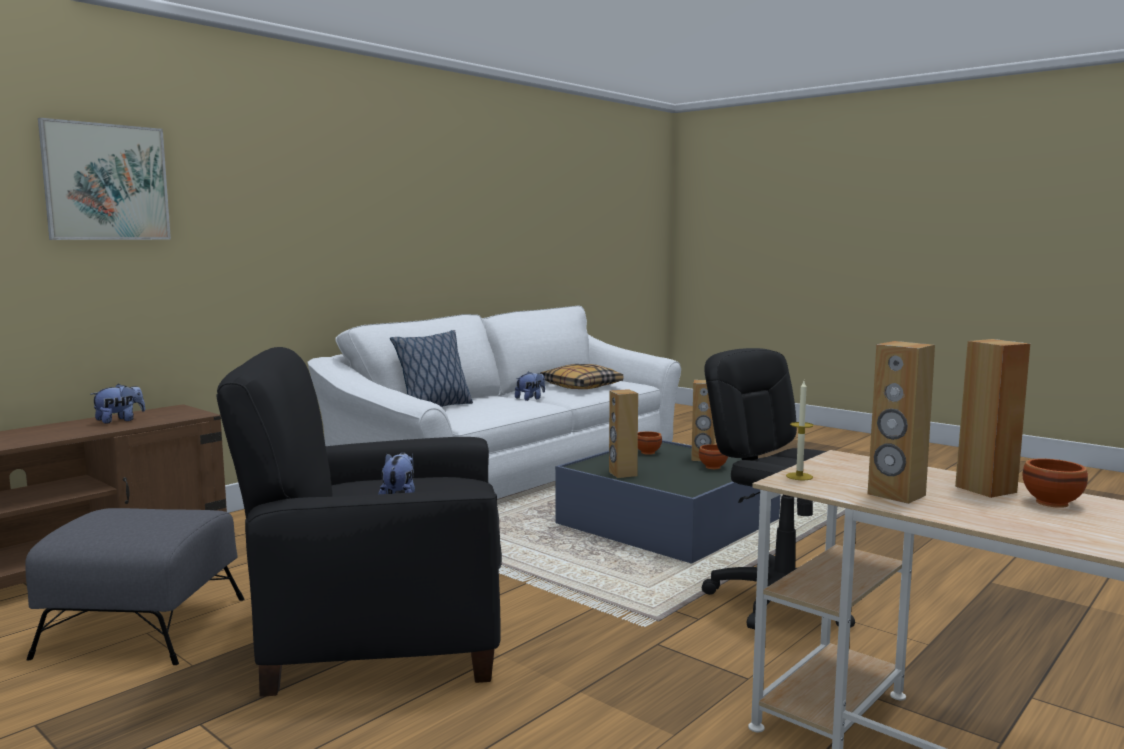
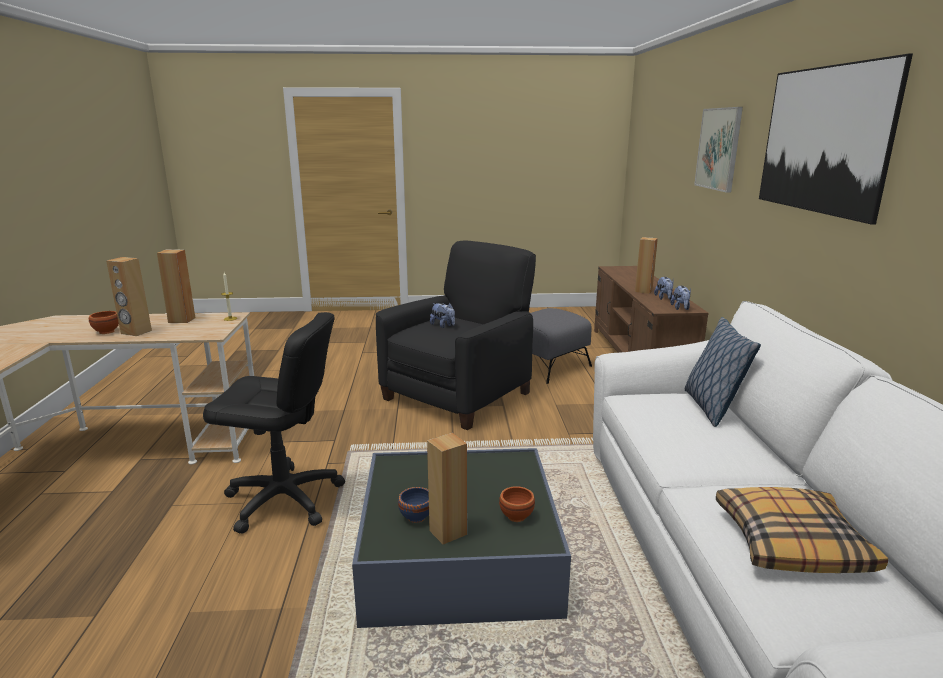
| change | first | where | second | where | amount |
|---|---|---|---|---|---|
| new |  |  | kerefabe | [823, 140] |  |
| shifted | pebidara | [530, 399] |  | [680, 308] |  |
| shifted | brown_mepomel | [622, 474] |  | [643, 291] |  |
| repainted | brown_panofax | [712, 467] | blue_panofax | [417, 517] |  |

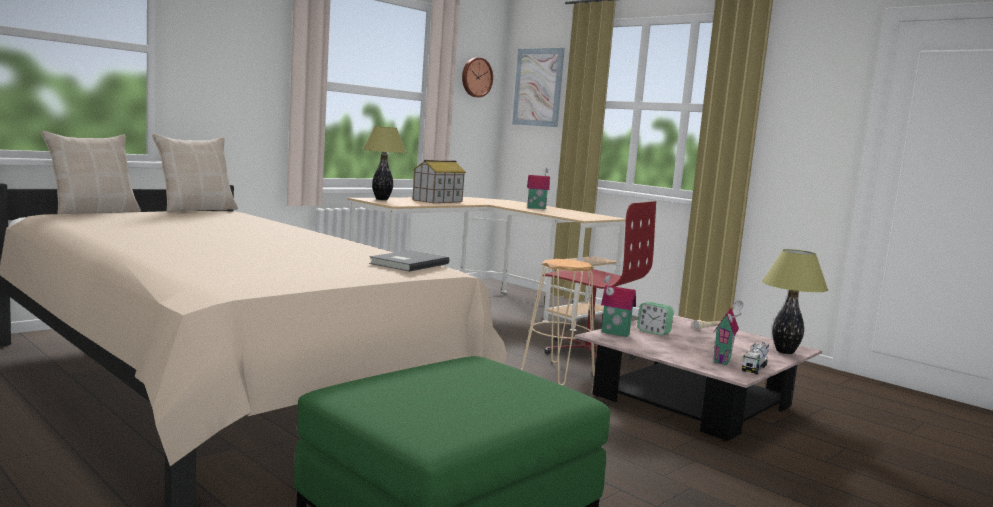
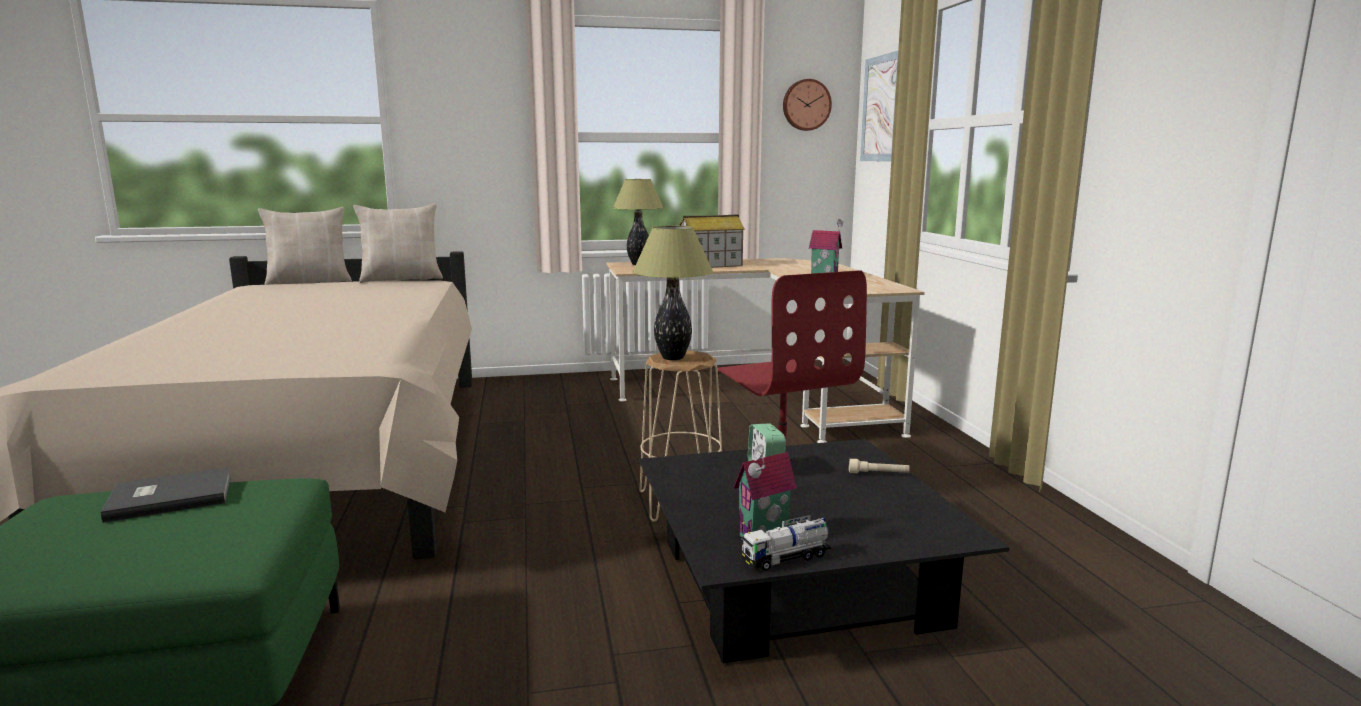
| change | first | where | second | where | amount |
|---|---|---|---|---|---|
| gone | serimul | [614, 333] |  |  |  |
| shifted | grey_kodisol | [407, 263] |  | [169, 497] |  |
| shifted | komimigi | [784, 351] |  | [673, 358] |  |
| repainted | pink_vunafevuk | [693, 401] | black_vunafevuk | [799, 583] |  |

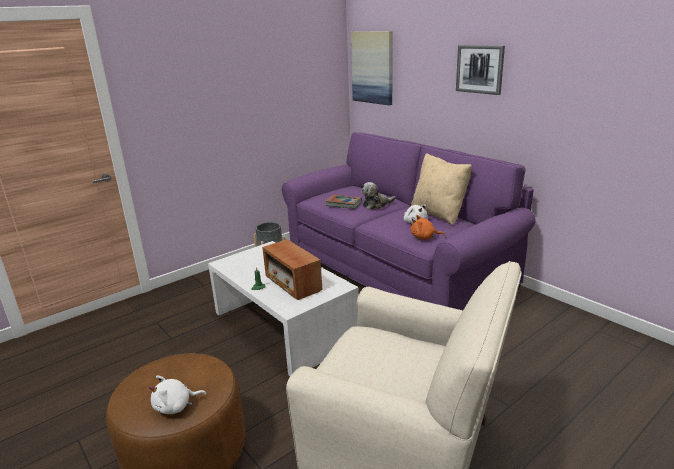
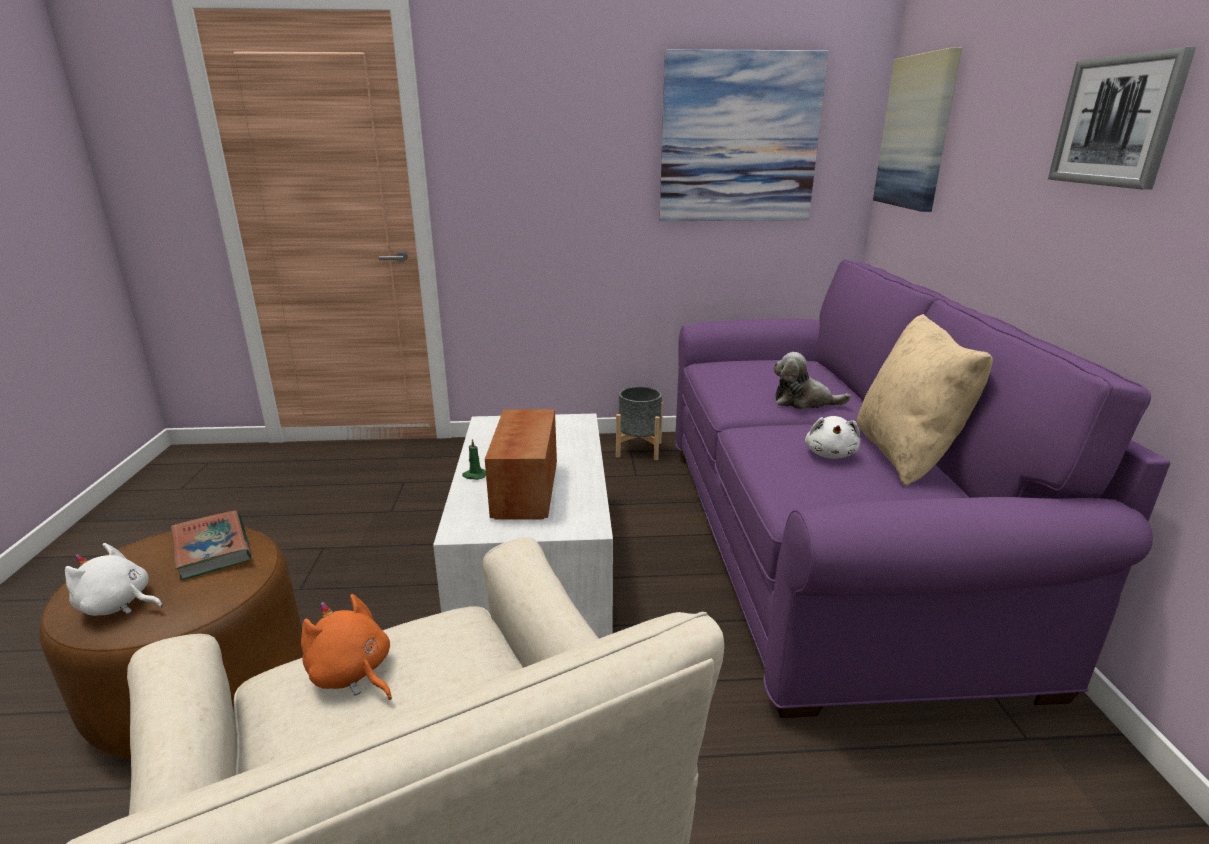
| change | first | where | second | where | amount |
|---|---|---|---|---|---|
| new |  |  | kerefabe | [739, 139] |  |
| shifted | kodisol | [343, 204] |  | [212, 549] |  |
| shifted | orange_pebidara | [424, 237] |  | [352, 674] |  |

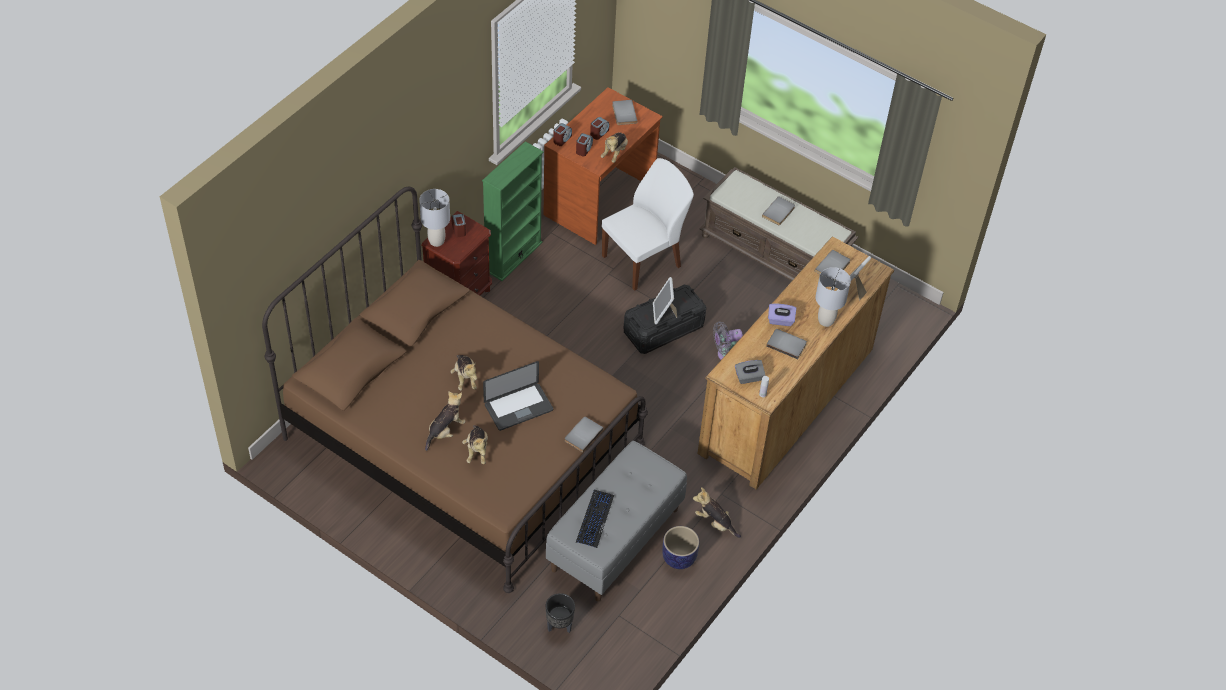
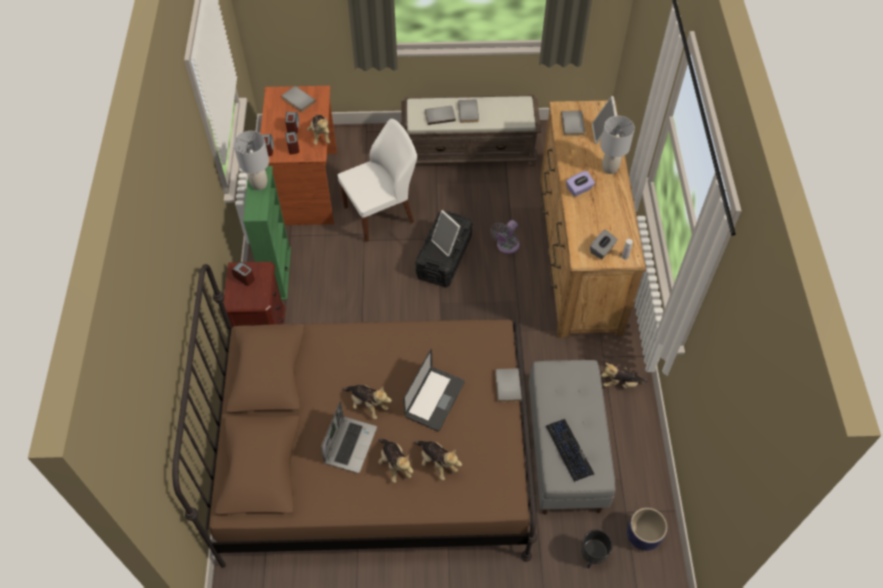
| change | first | where | second | where | amount |
|---|---|---|---|---|---|
| new |  |  | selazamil | [350, 444] |  |
| shifted | grey_komimigi | [436, 241] |  | [259, 184] |  |
| shifted | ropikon | [678, 557] |  | [642, 536] |  |
| shifted | grey_kodisol | [787, 344] |  | [439, 115] |  |
| rotated | pebidara | [445, 431] |  | [394, 464] | 150 degrees clockwise |
| rotated | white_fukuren | [643, 260] |  | [380, 213] | 45 degrees clockwise |

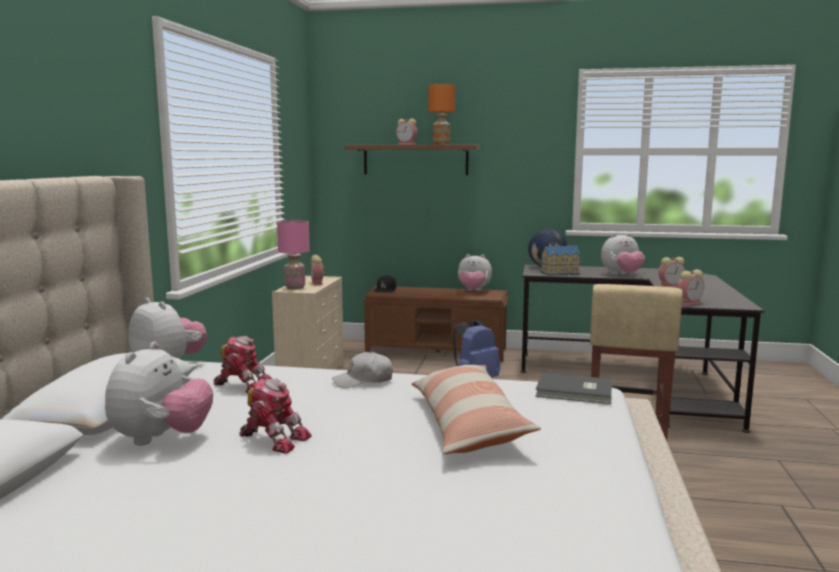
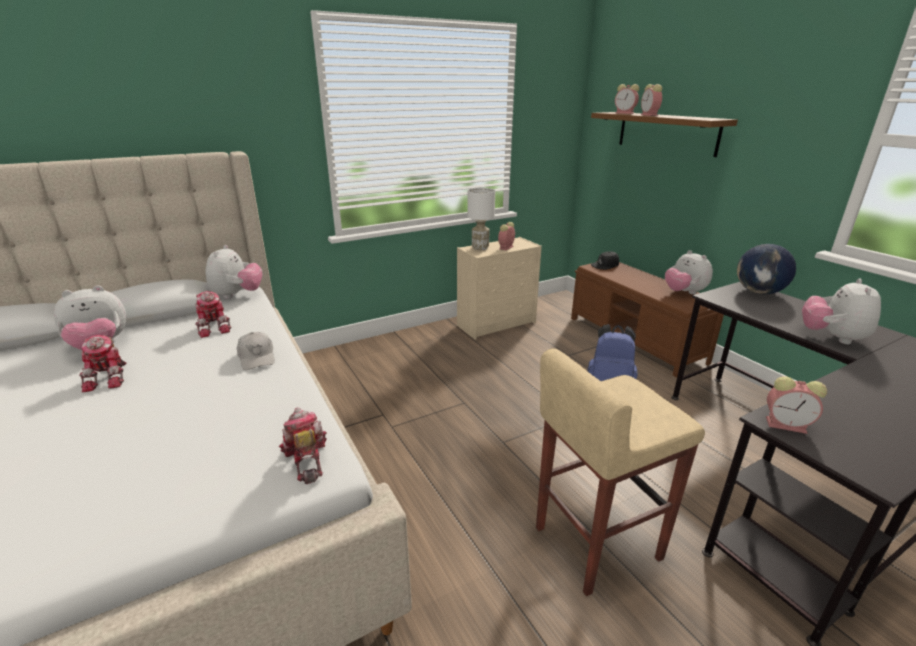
| change | first | where | second | where | amount |
|---|---|---|---|---|---|
| gone | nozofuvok | [467, 424] |  |  |  |
| gone | orange_komimigi | [441, 144] |  |  |  |
| gone | serimul | [561, 273] |  |  |  |
| shifted | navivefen | [671, 286] |  | [625, 113] |  |
| swapped | grey_kodisol | [575, 392] | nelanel | [306, 460] |  |
| repainted | pink_komimigi | [294, 288] | white_komimigi | [479, 248] |  |
| rotated | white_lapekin | [363, 381] |  | [257, 357] | 150 degrees counterclockwise |
| rotated | pebidara | [622, 275] |  | [832, 337] | 75 degrees clockwise |

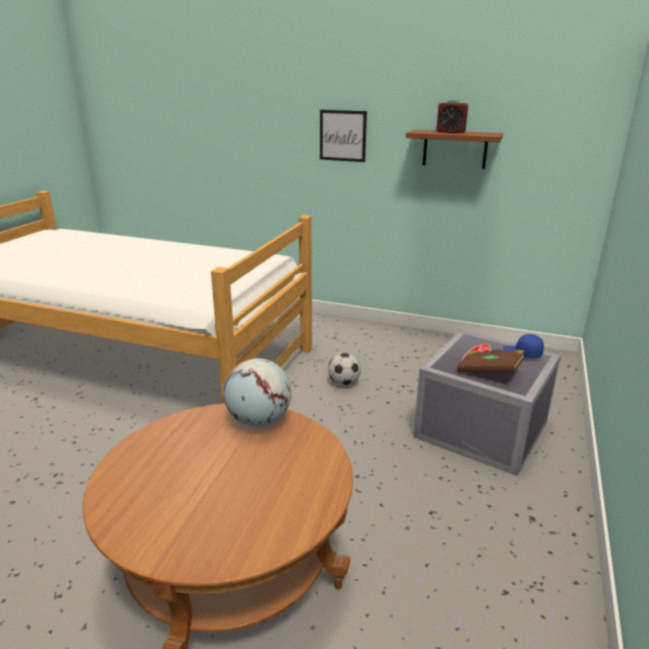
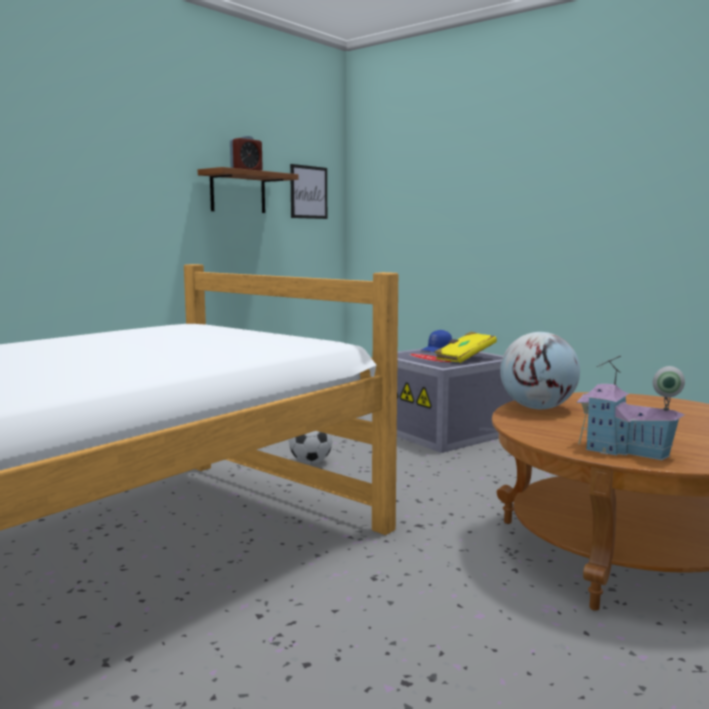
| change | first | where | second | where | amount |
|---|---|---|---|---|---|
| new |  |  | serimul | [625, 451] |  |
| shifted | kerefabe | [342, 135] |  | [308, 192] |  |
| repainted | brown_kodisol | [489, 372] | yellow_kodisol | [464, 358] |  |

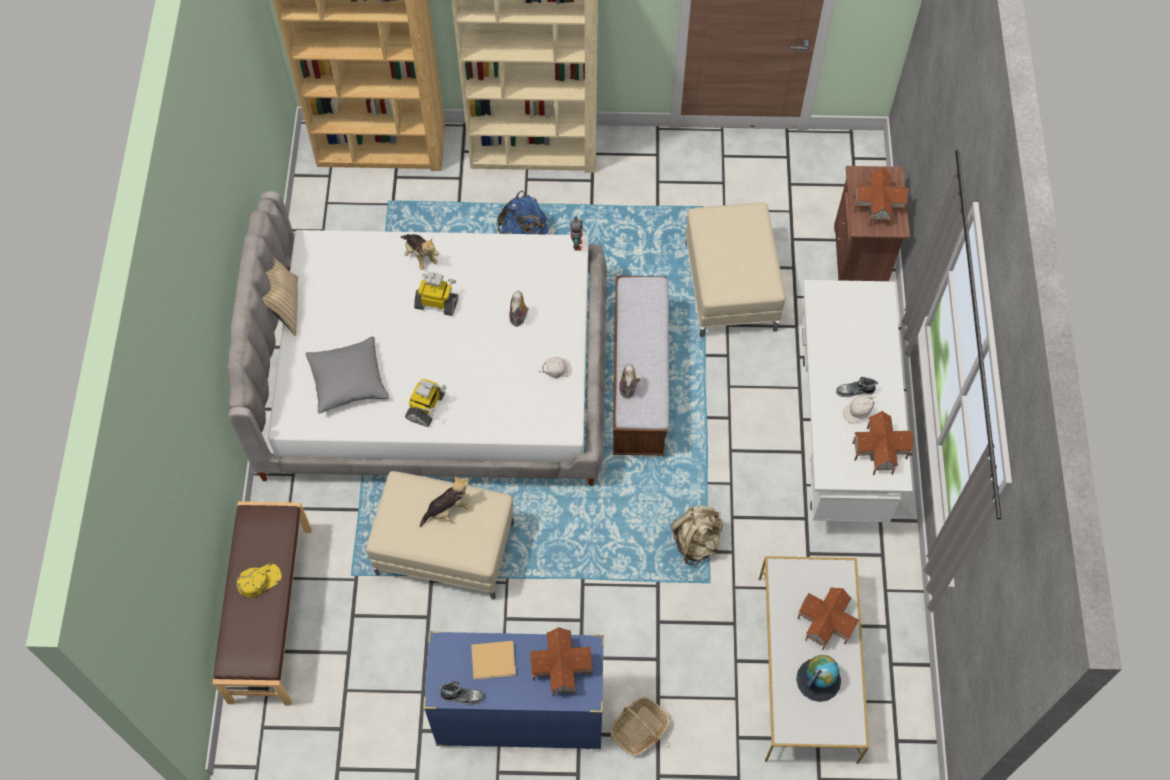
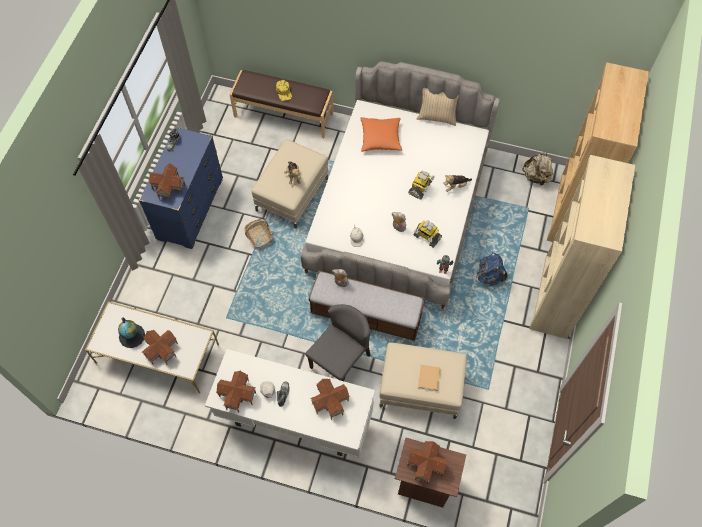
| change | first | where | second | where | amount |
|---|---|---|---|---|---|
| new |  |  | grey_fukuren | [340, 360] |  |
| new |  |  | serimul | [331, 402] |  |
| shifted | nelanel | [426, 407] |  | [426, 237] |  |
| shifted | beige_kodisol | [495, 660] |  | [428, 379] |  |
| shifted | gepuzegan | [639, 730] |  | [259, 236] |  |
| shifted | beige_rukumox | [696, 542] |  | [536, 177] |  |
| repainted | grey_nozofuvok | [348, 381] | orange_nozofuvok | [380, 138] |  |

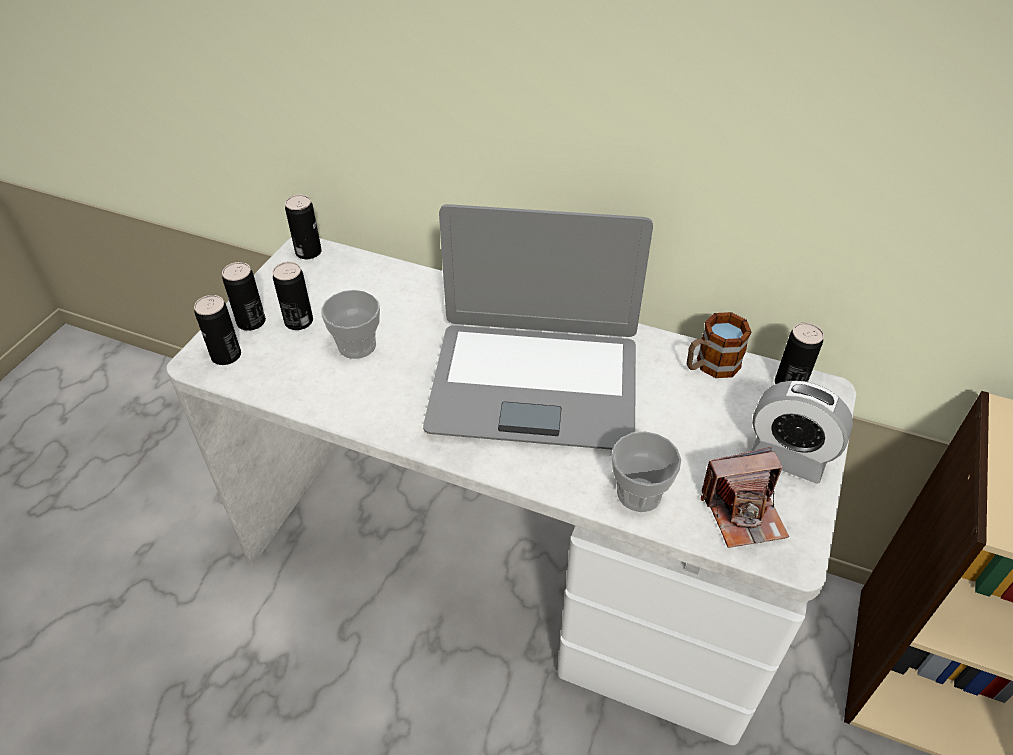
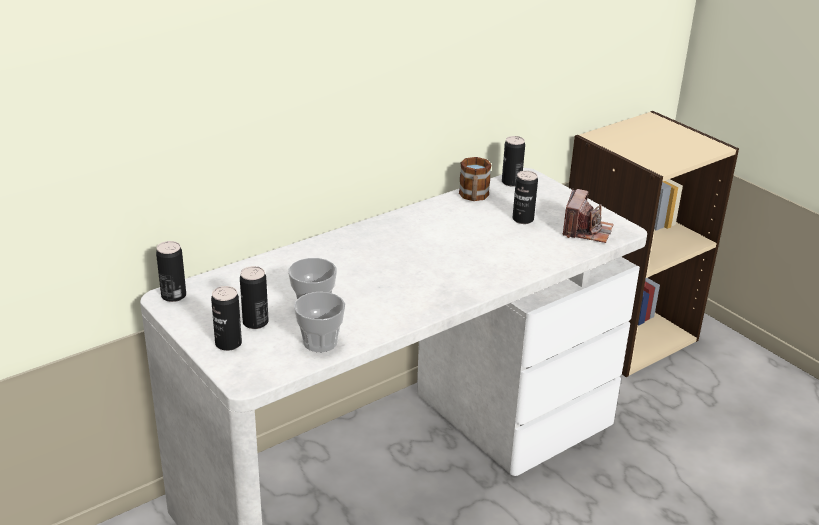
| change | first | where | second | where | amount |
|---|---|---|---|---|---|
| gone | selazamil | [534, 385] |  |  |  |
| gone | navivefen | [788, 457] |  |  |  |
| shifted | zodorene | [226, 356] |  | [523, 219] |  |
| shifted | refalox | [639, 493] |  | [320, 342] |  |

